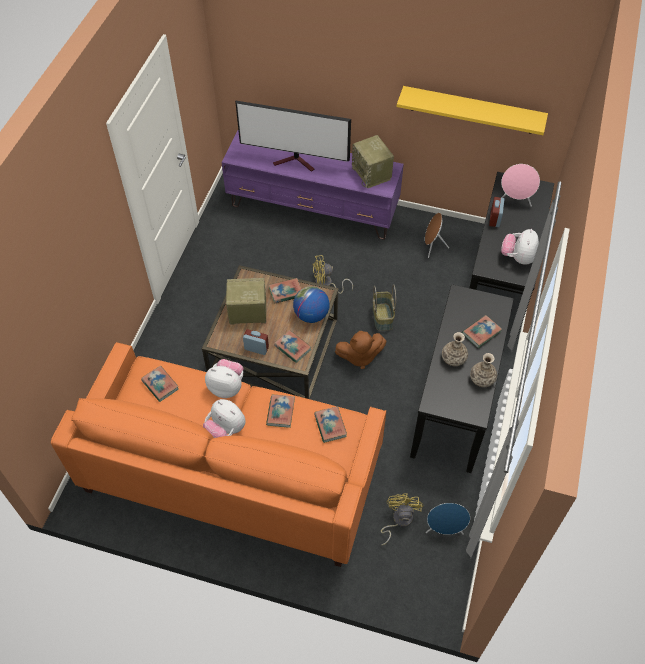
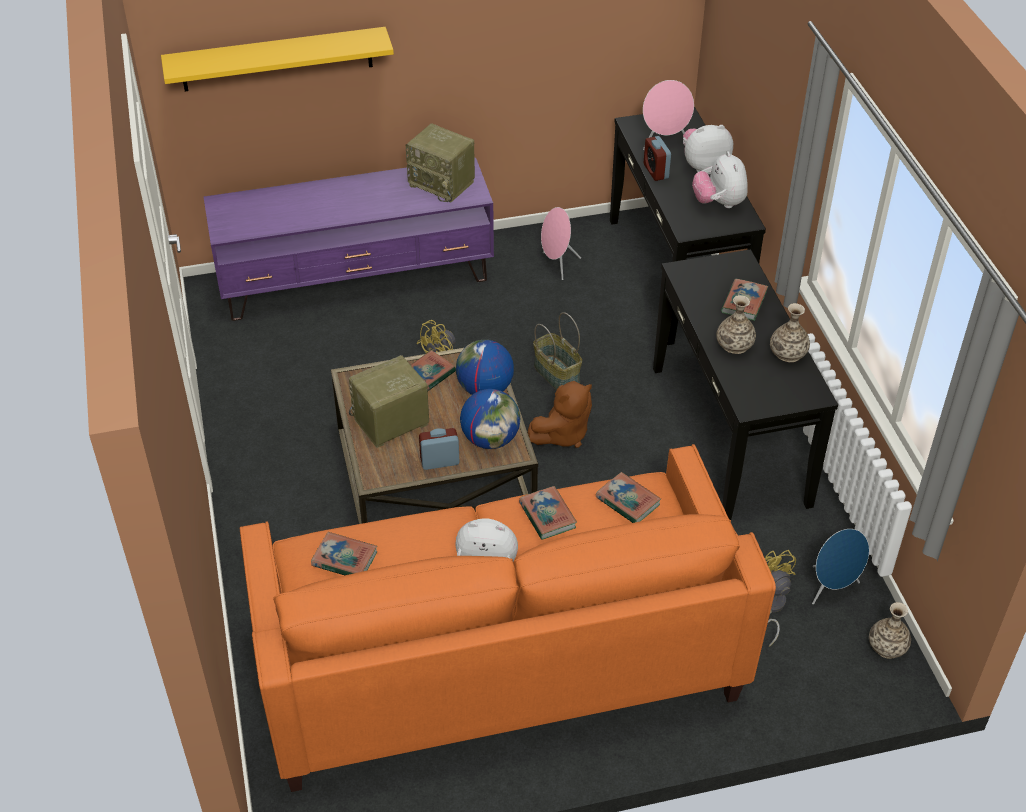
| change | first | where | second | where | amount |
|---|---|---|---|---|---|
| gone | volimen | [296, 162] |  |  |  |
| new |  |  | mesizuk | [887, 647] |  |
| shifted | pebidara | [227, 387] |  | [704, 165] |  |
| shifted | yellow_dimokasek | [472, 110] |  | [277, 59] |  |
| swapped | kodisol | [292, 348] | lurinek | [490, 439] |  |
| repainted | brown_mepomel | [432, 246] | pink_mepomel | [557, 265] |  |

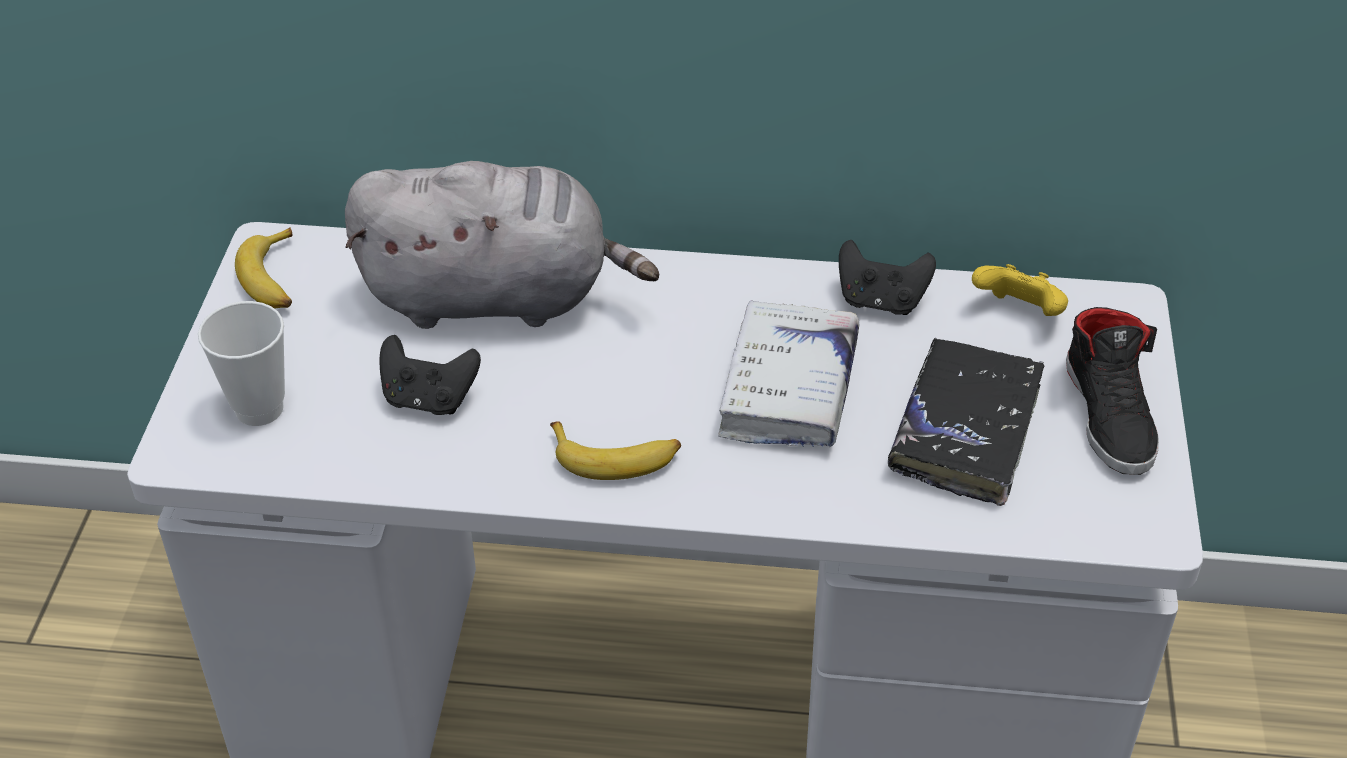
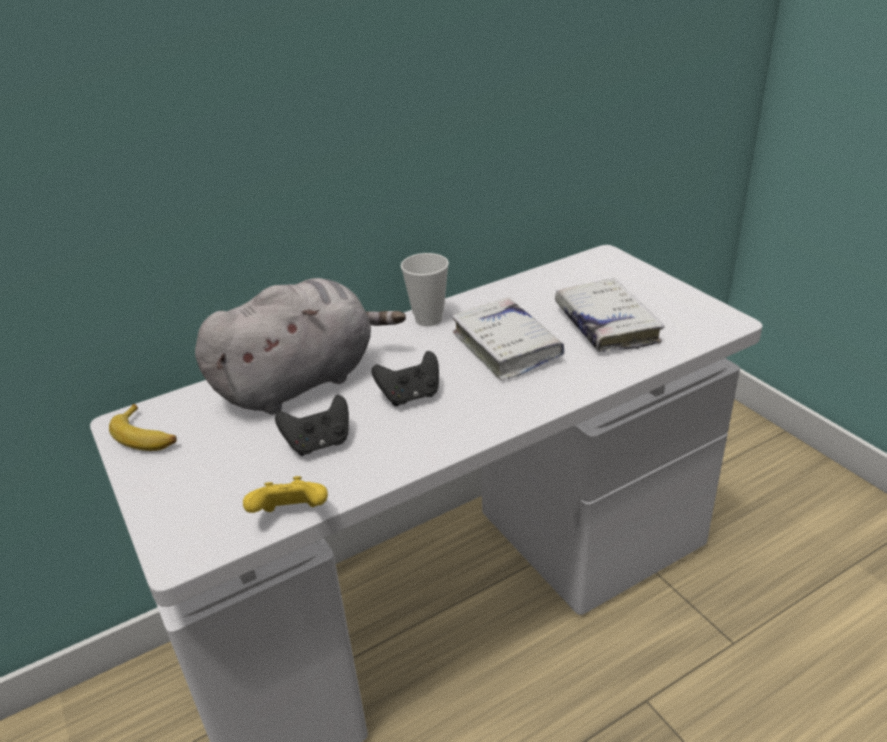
| change | first | where | second | where | amount |
|---|---|---|---|---|---|
| gone | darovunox | [616, 457] |  |  |  |
| gone | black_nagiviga | [1109, 414] |  |  |  |
| shifted | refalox | [259, 409] |  | [428, 319] |  |
| shifted | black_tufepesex | [881, 301] |  | [410, 396] |  |
| shifted | yellow_tufepesex | [1019, 313] |  | [292, 515] |  |
| repainted | black_kodisol | [965, 432] | white_kodisol | [606, 325] |  |

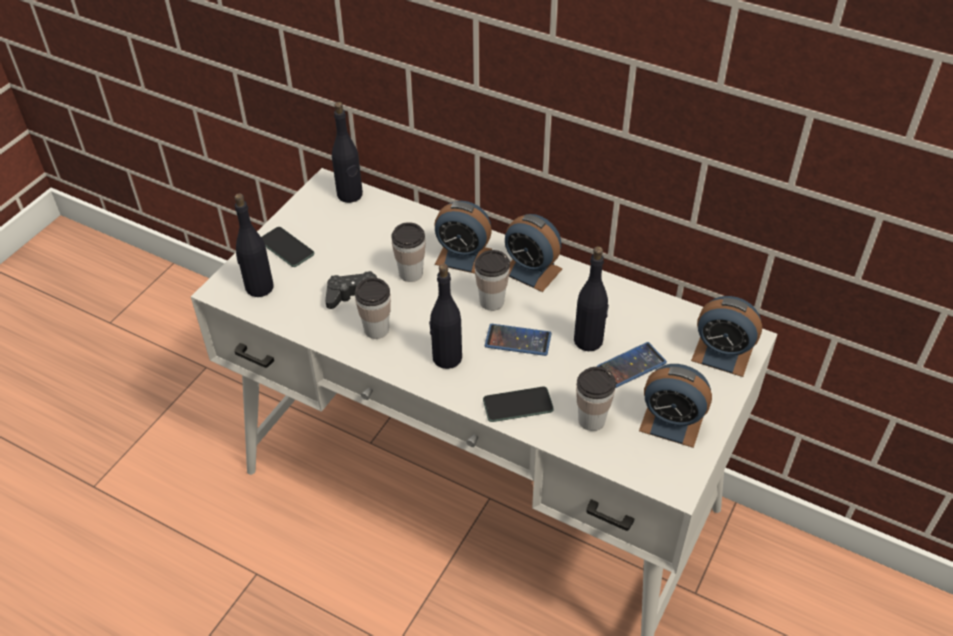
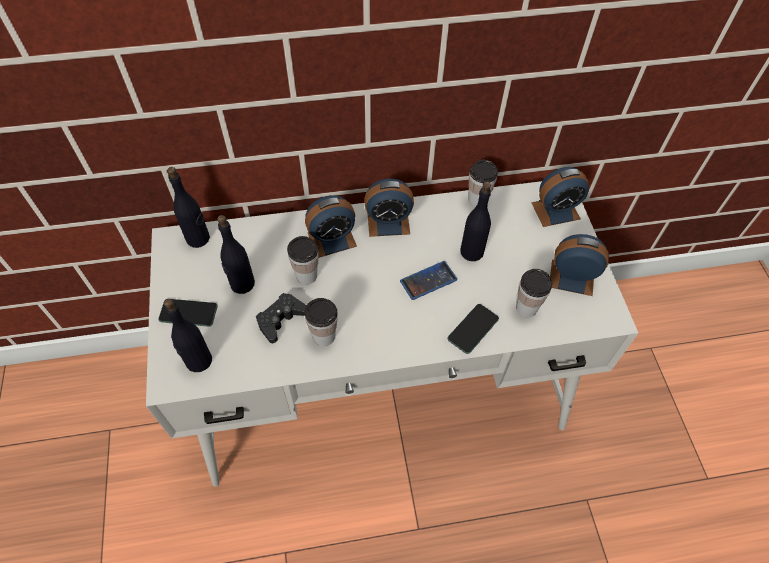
| change | first | where | second | where | amount |
|---|---|---|---|---|---|
| gone | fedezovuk | [631, 365] |  |  |  |
| shifted | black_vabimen | [446, 358] |  | [242, 284] |  |
| shifted | refalox | [492, 301] |  | [477, 200] |  |
| rotated | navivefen | [671, 422] |  | [571, 277] | 150 degrees counterclockwise |

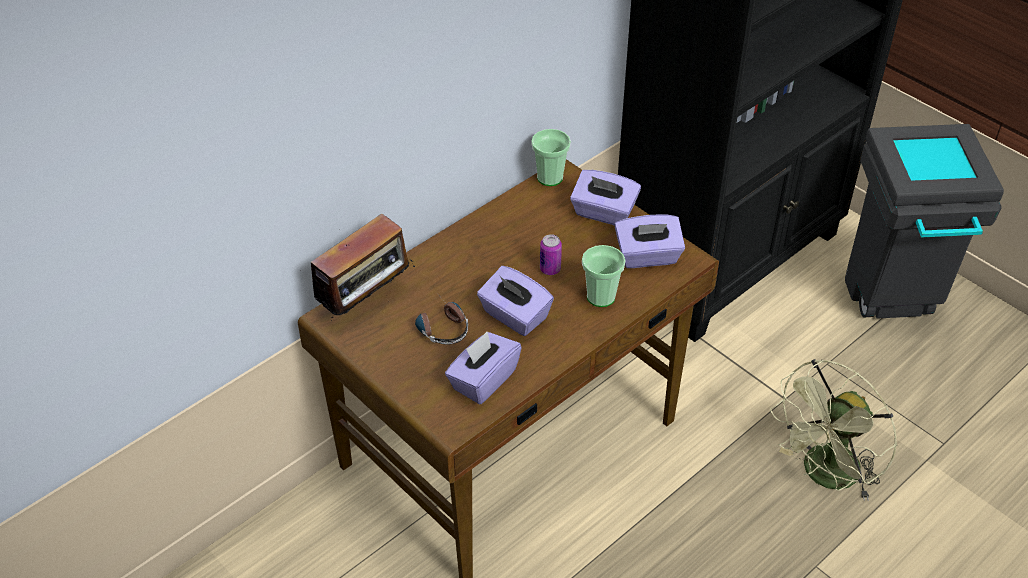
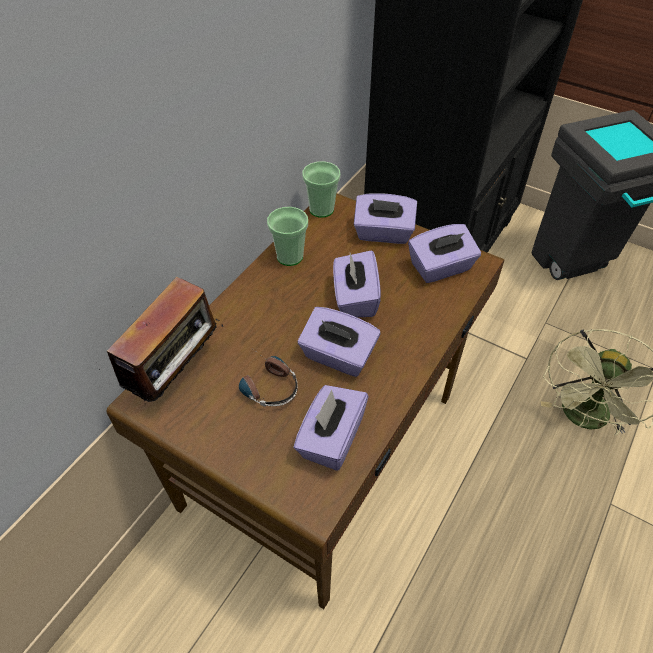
| change | first | where | second | where | amount |
|---|---|---|---|---|---|
| shifted | refalox | [601, 297] |  | [289, 256] |  |
| swapped | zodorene | [550, 269] | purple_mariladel | [354, 298] |  |

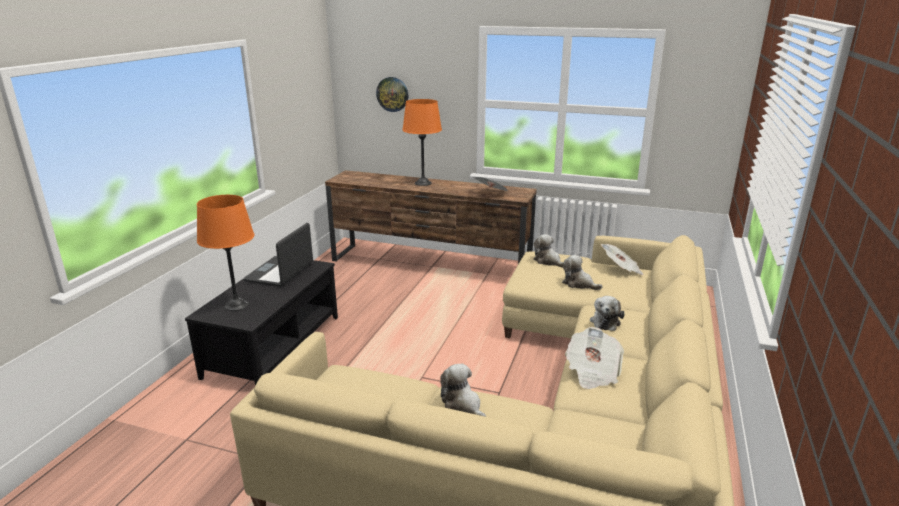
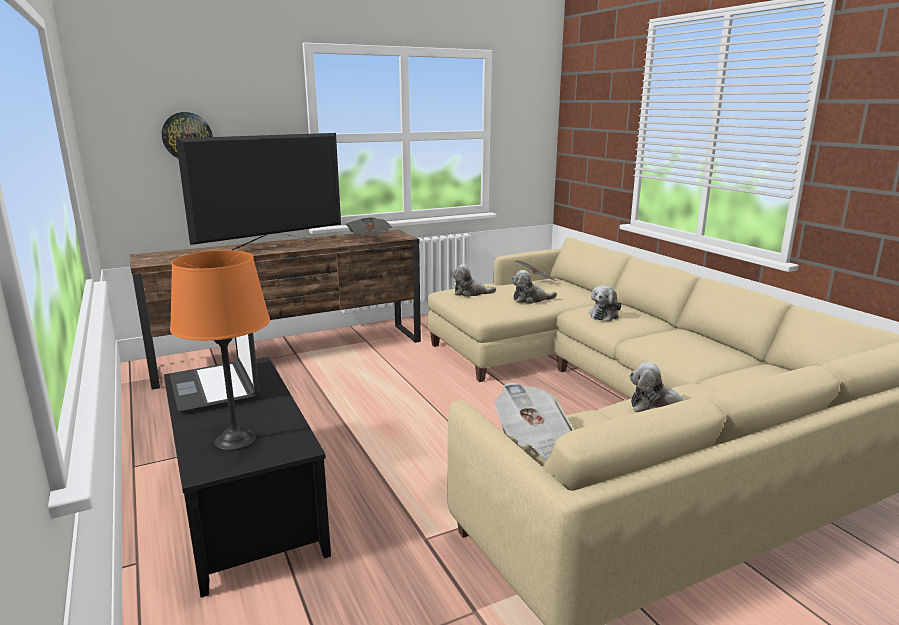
| change | first | where | second | where | amount |
|---|---|---|---|---|---|
| shifted | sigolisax | [592, 372] |  | [534, 441] |  |
| swapped | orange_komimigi | [423, 183] | volimen | [271, 246] |  |
| rotated | pebidara | [605, 321] |  | [604, 315] | 60 degrees clockwise |

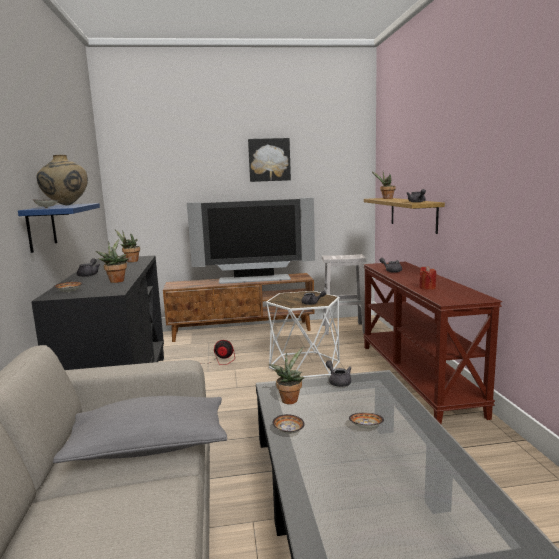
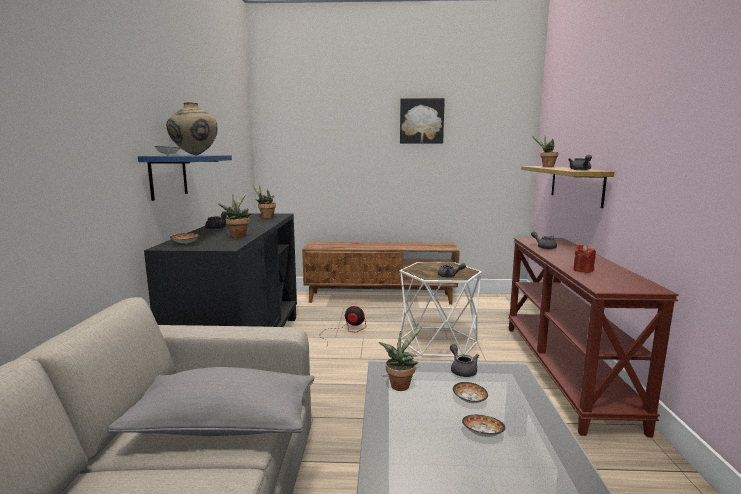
| change | first | where | second | where | amount |
|---|---|---|---|---|---|
| gone | volimen | [254, 279] |  |  |  |
| gone | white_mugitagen | [344, 328] |  |  |  |
| shifted | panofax | [288, 431] |  | [469, 400] |  |

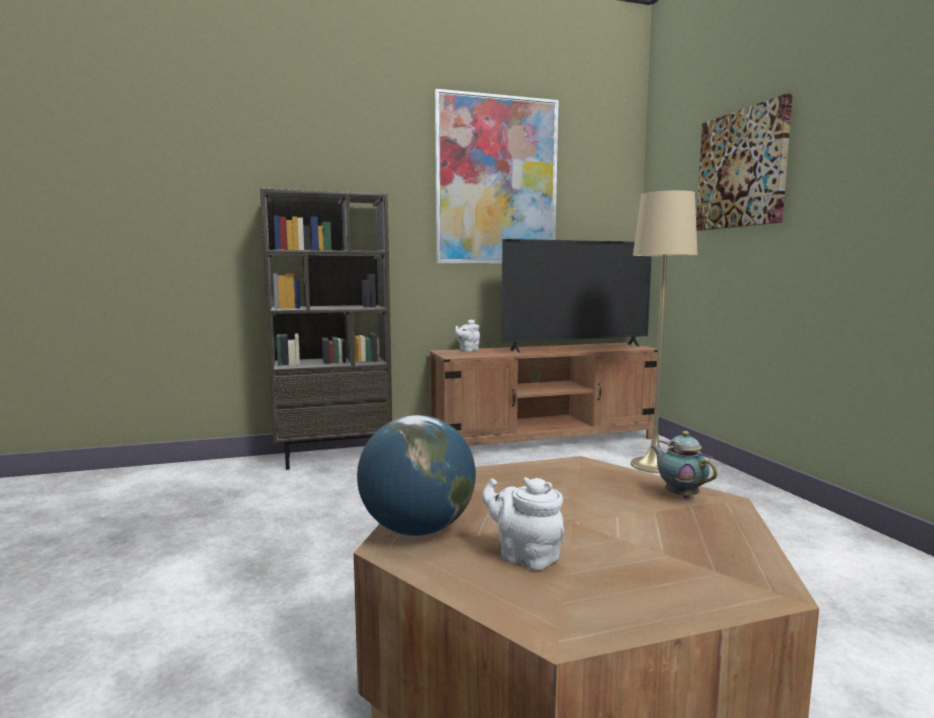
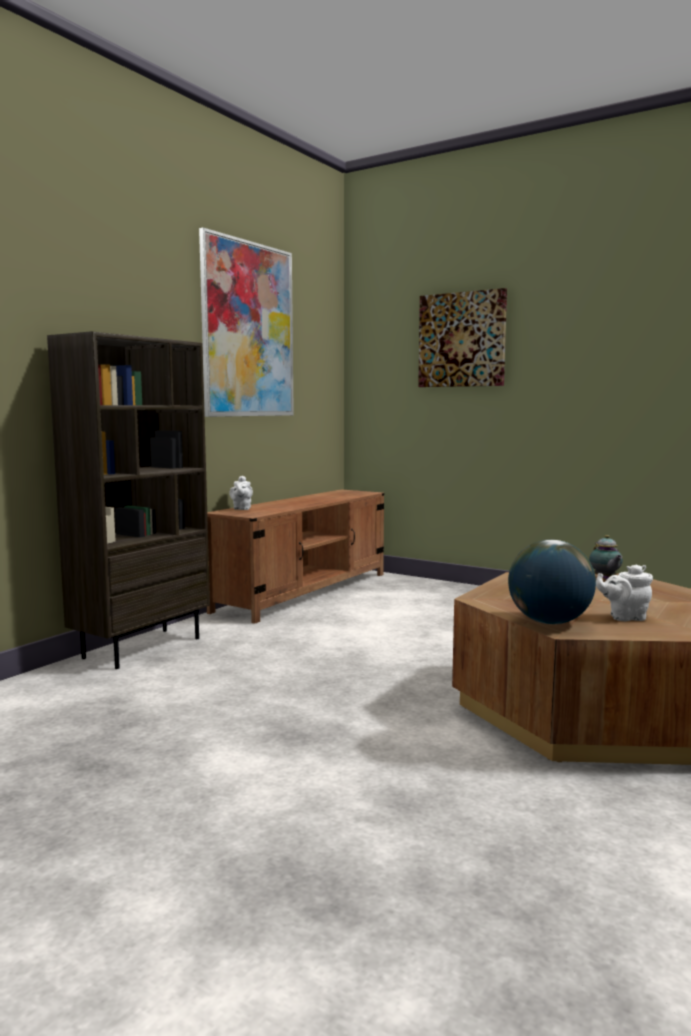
| change | first | where | second | where | amount |
|---|---|---|---|---|---|
| gone | volimen | [576, 348] |  |  |  |
| gone | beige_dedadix | [653, 465] |  |  |  |
| rotated | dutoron | [680, 495] |  | [605, 579] | 120 degrees counterclockwise |

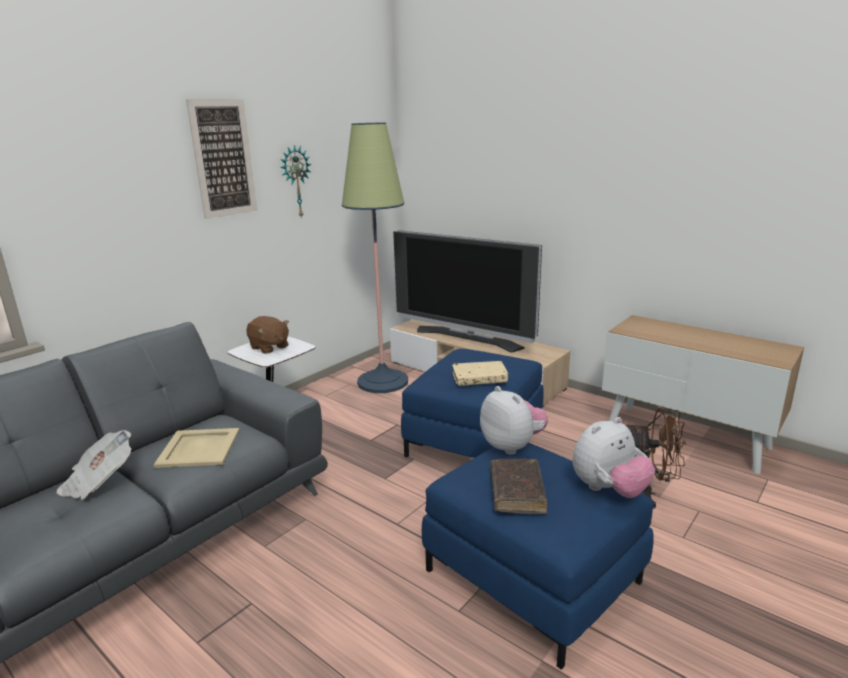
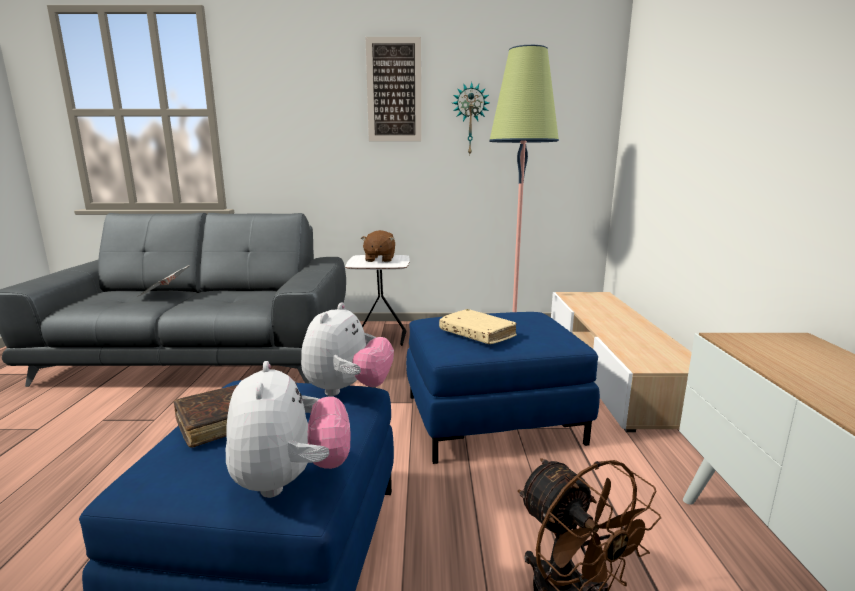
| change | first | where | second | where | amount |
|---|---|---|---|---|---|
| gone | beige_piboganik | [198, 448] |  |  |  |
| gone | volimen | [467, 338] |  |  |  |
| rotated | pebidara | [609, 490] |  | [291, 480] | 120 degrees counterclockwise |

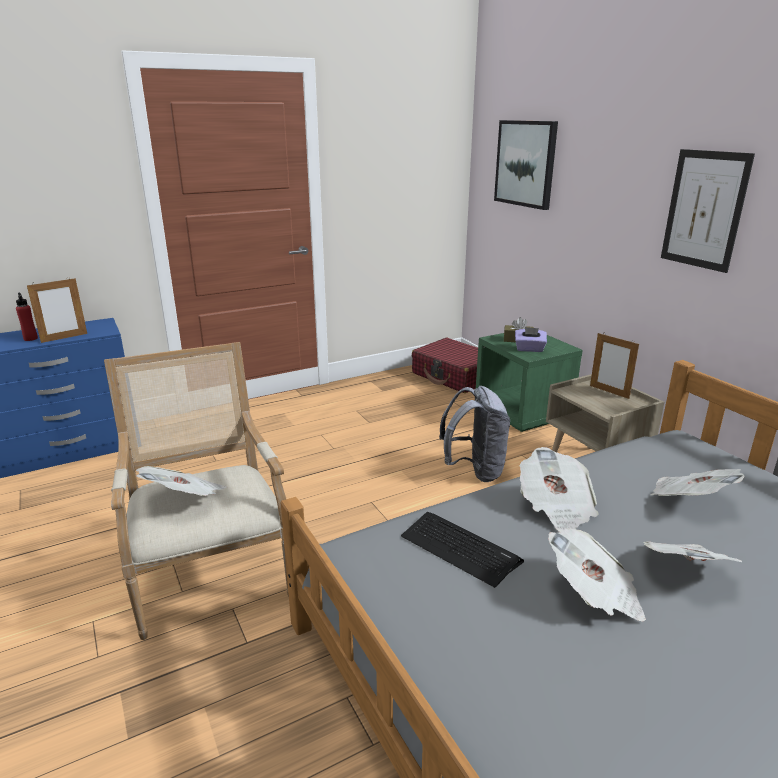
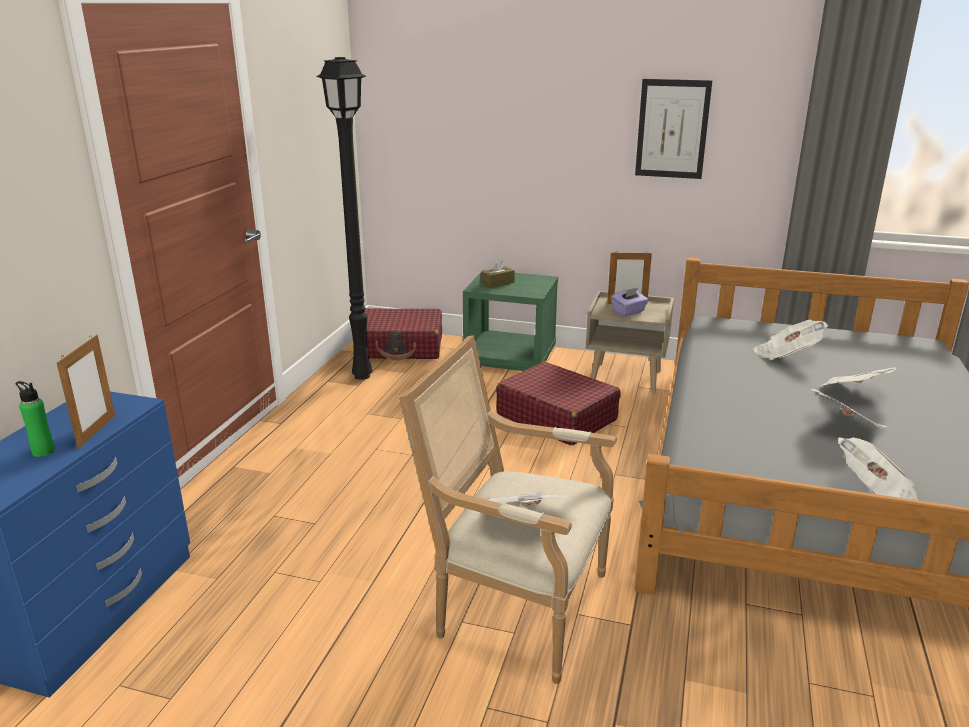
| change | first | where | second | where | amount |
|---|---|---|---|---|---|
| gone | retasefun | [460, 548] |  |  |  |
| gone | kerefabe | [526, 163] |  |  |  |
| new |  |  | black_dedadix | [362, 375] |  |
| shifted | purple_mariladel | [529, 349] |  | [628, 312] |  |
| shifted | sigolisax | [555, 508] |  | [877, 494] |  |
| swapped | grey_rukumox | [474, 471] | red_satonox | [556, 417] |  |
| repainted | red_vabimen | [30, 338] | green_vabimen | [43, 451] |  |

